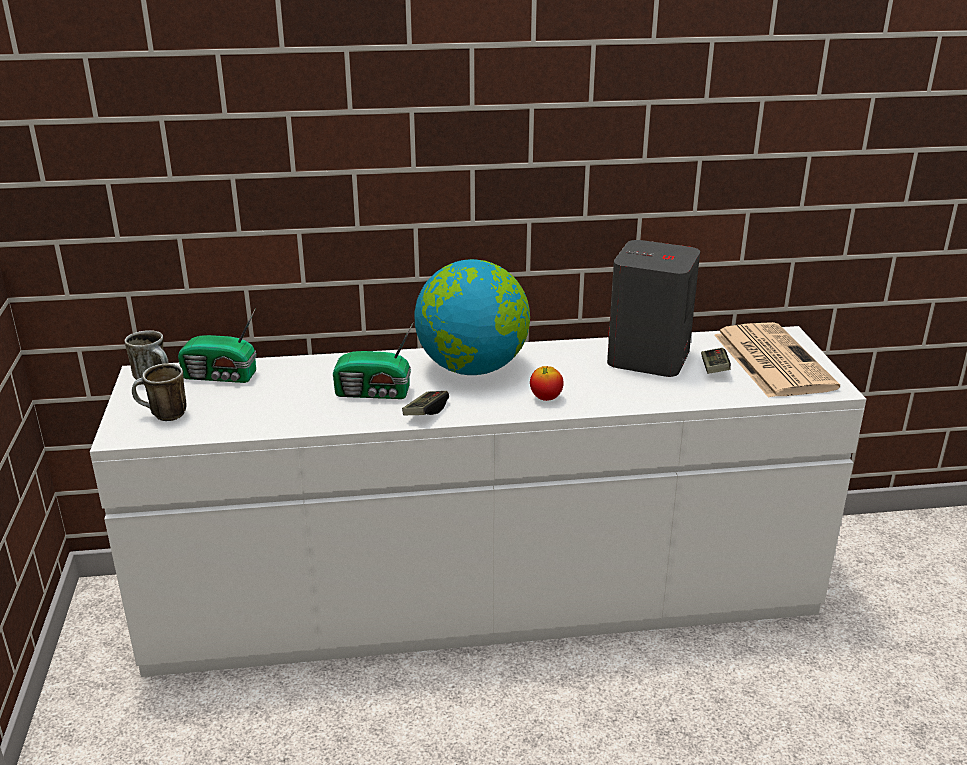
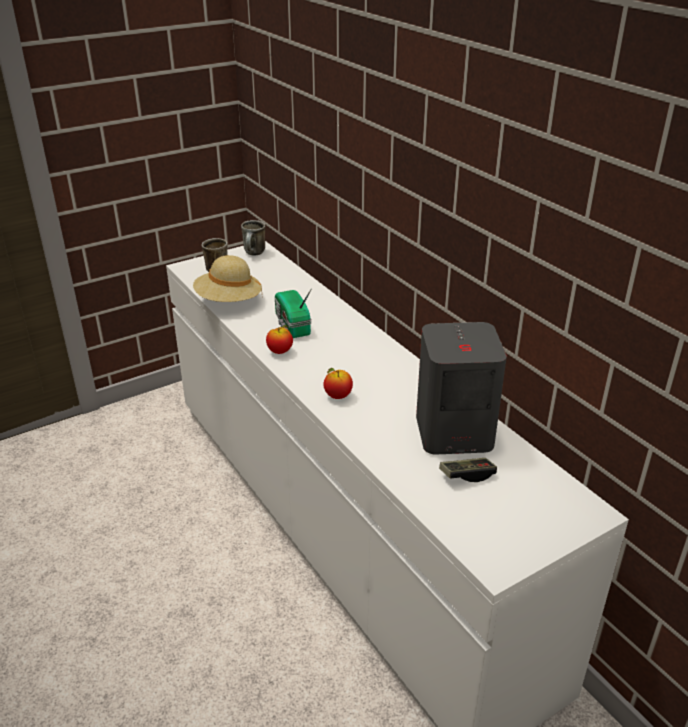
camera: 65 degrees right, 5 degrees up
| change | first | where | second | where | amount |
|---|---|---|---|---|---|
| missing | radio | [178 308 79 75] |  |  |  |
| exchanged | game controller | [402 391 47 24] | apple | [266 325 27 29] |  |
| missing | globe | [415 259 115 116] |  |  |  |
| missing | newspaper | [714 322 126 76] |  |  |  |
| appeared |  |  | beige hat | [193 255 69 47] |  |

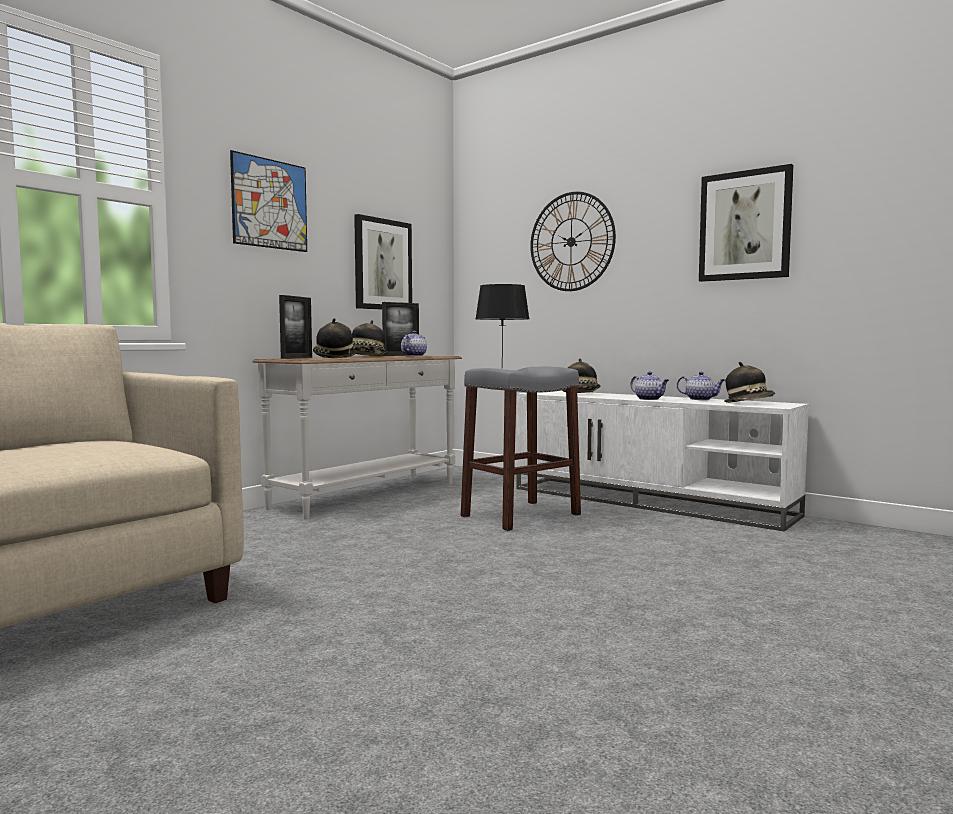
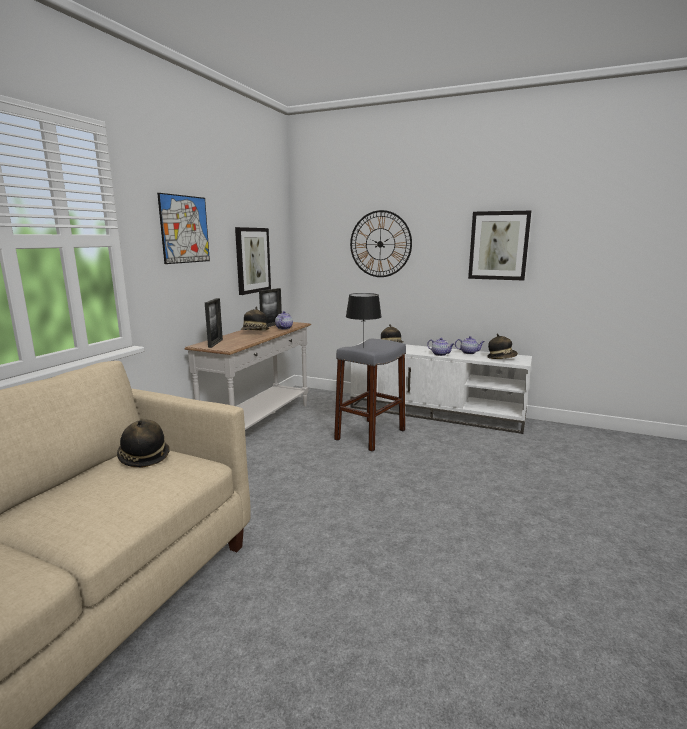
camera: 15 degrees left, 10 degrees up
| change | first | where | second | where | amount |
|---|---|---|---|---|---|
| relocated | hat | [313 318 44 40] |  | [117 419 53 48] |  |

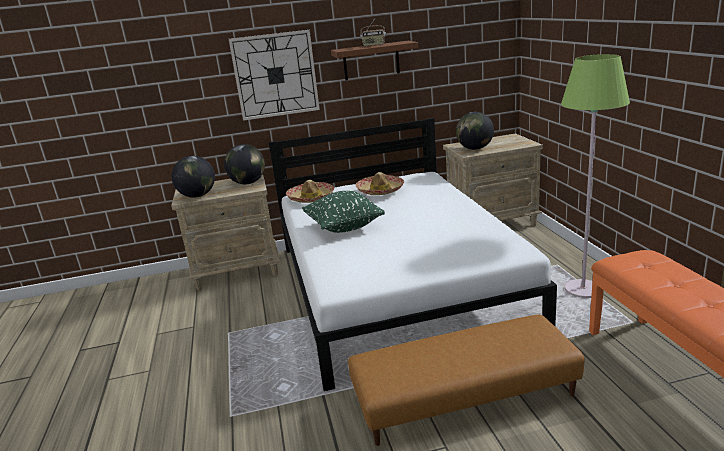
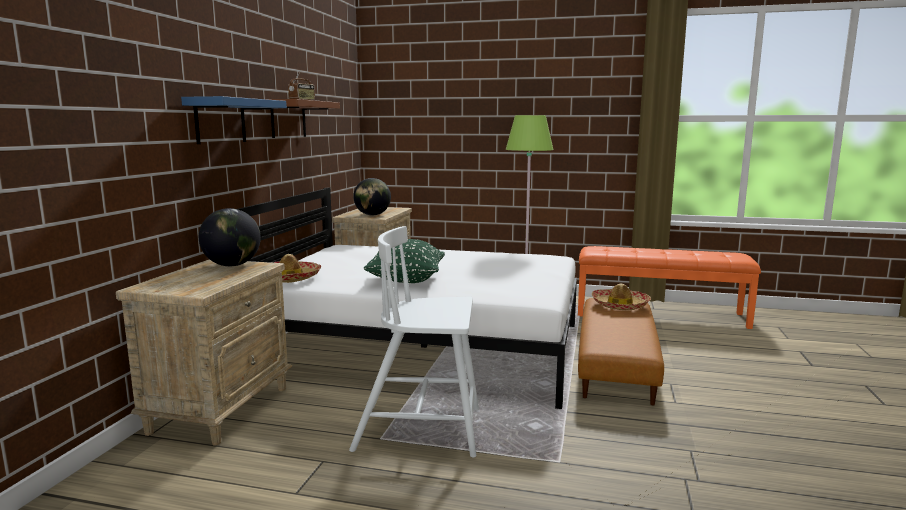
camera: 65 degrees left, 10 degrees down
| change | first | where | second | where | amount |
|---|---|---|---|---|---|
| missing | globe | [171 156 44 42] |  |  |  |
| exchanged | wall clock | [229 30 91 91] | blue shelf | [181 96 106 48] |  |
| relocated | hat | [356 172 48 23] |  | [592 284 59 26] |  |
| appeared |  |  | white chair | [349 226 130 232] |  |

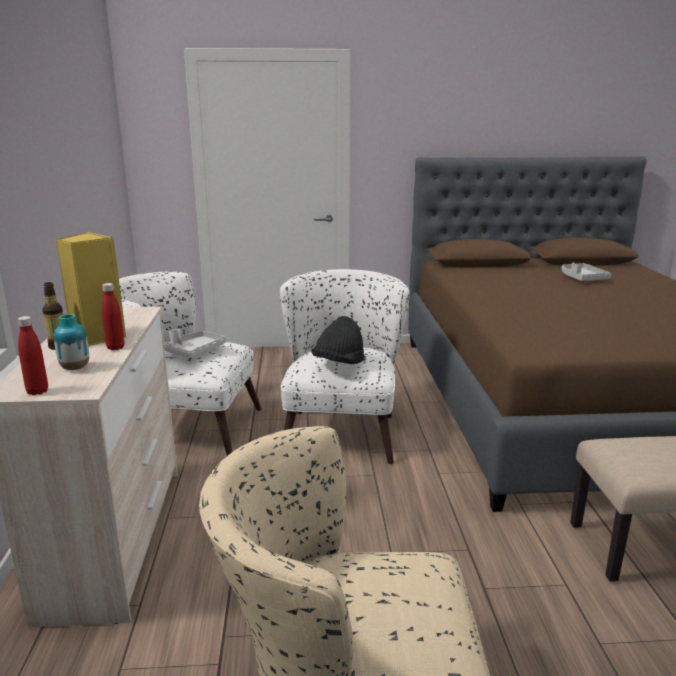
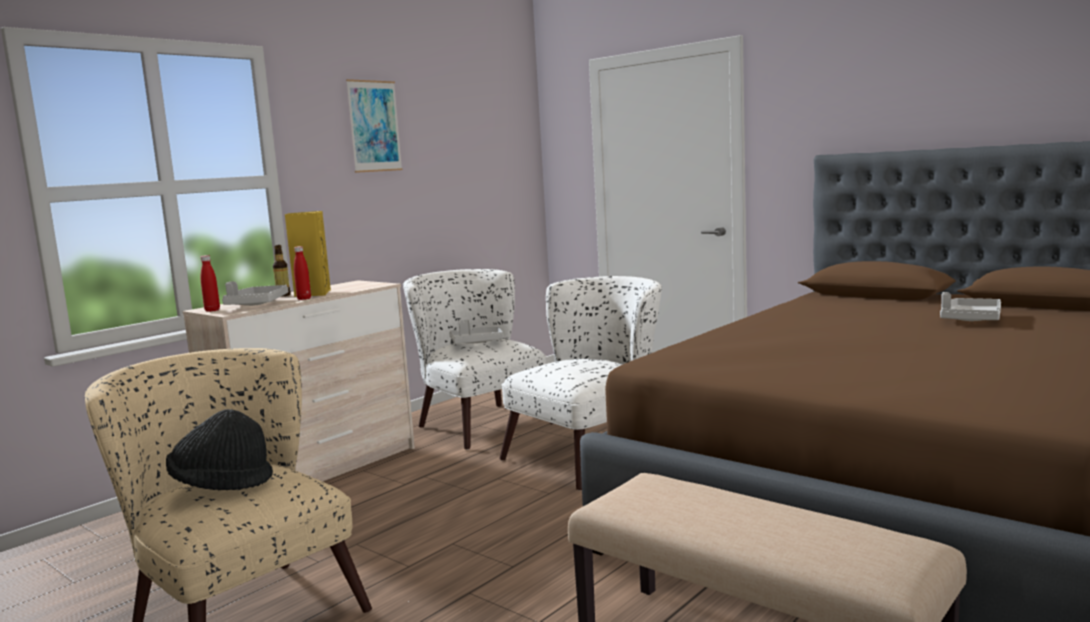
camera: 45 degrees right, 10 degrees down
| change | first | where | second | where | amount |
|---|---|---|---|---|---|
| exchanged | vase | [54 314 35 56] | grey tray | [222 281 66 25] |  |
| relocated | black hat | [311 316 54 48] |  | [166 409 107 81] |  |
| appeared |  |  | picture | [346 79 57 94] |  |

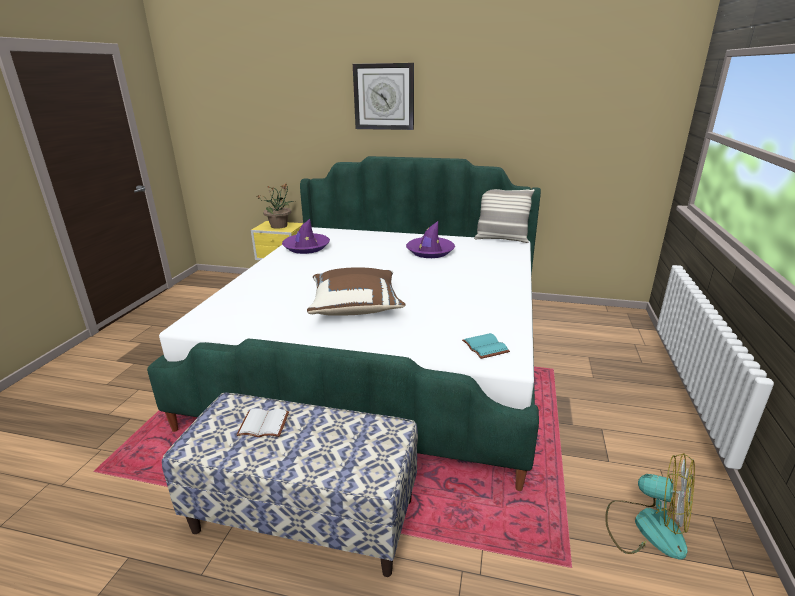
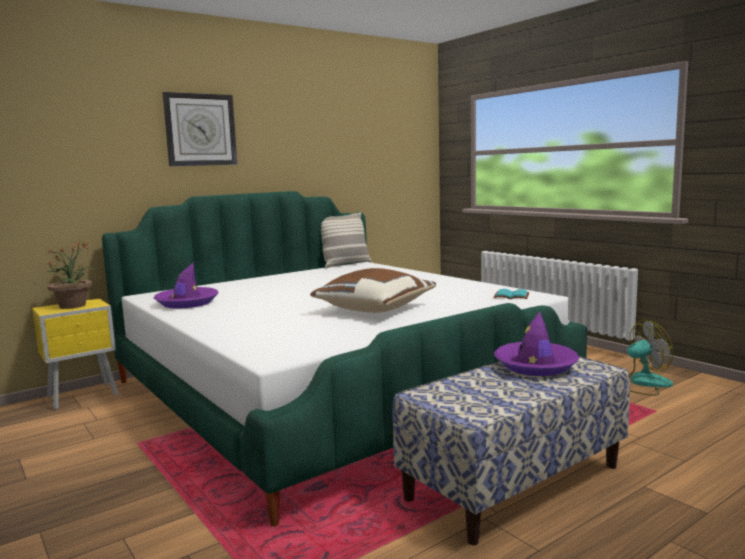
camera: 50 degrees left, 15 degrees down
| change | first | where | second | where | amount |
|---|---|---|---|---|---|
| missing | white book | [237 408 52 29] |  |  |  |
| relocated | purple hat | [406 221 49 37] |  | [494 311 86 65] |  |

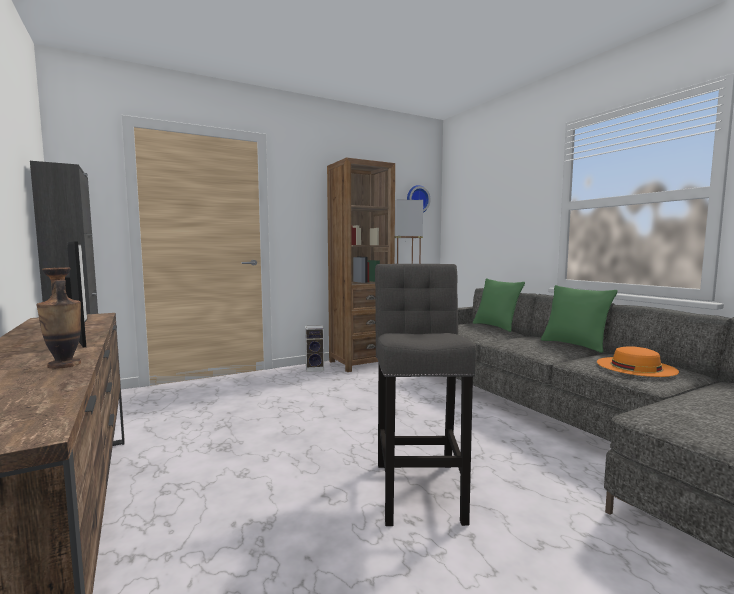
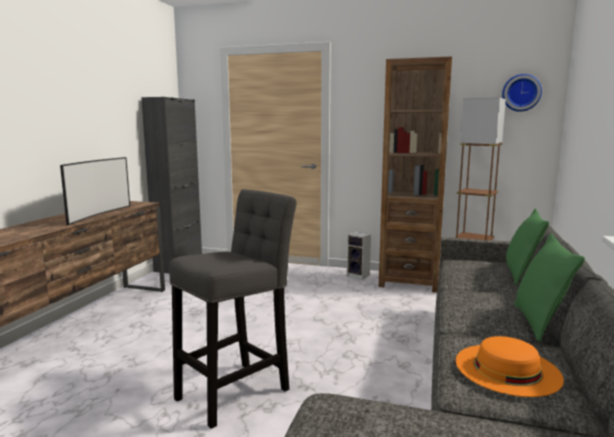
camera: 45 degrees right, 5 degrees up
| change | first | where | second | where | amount |
|---|---|---|---|---|---|
| missing | vase | [36 268 45 101] |  |  |  |

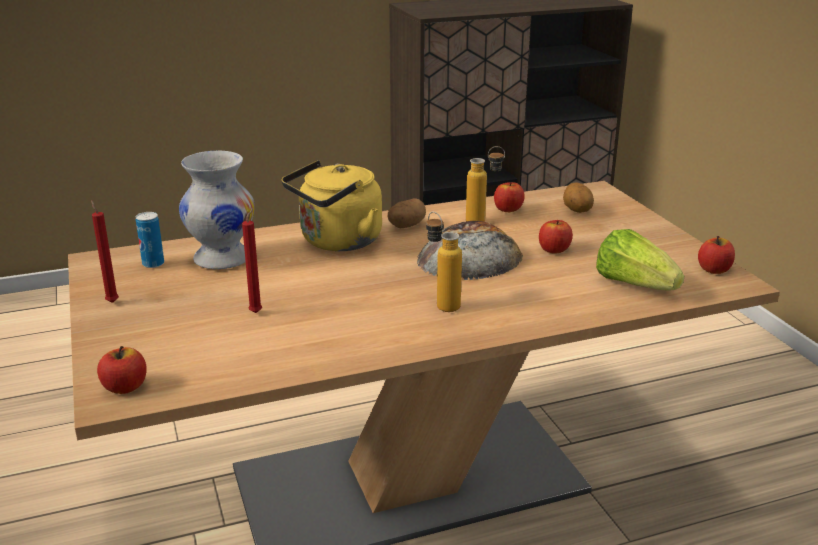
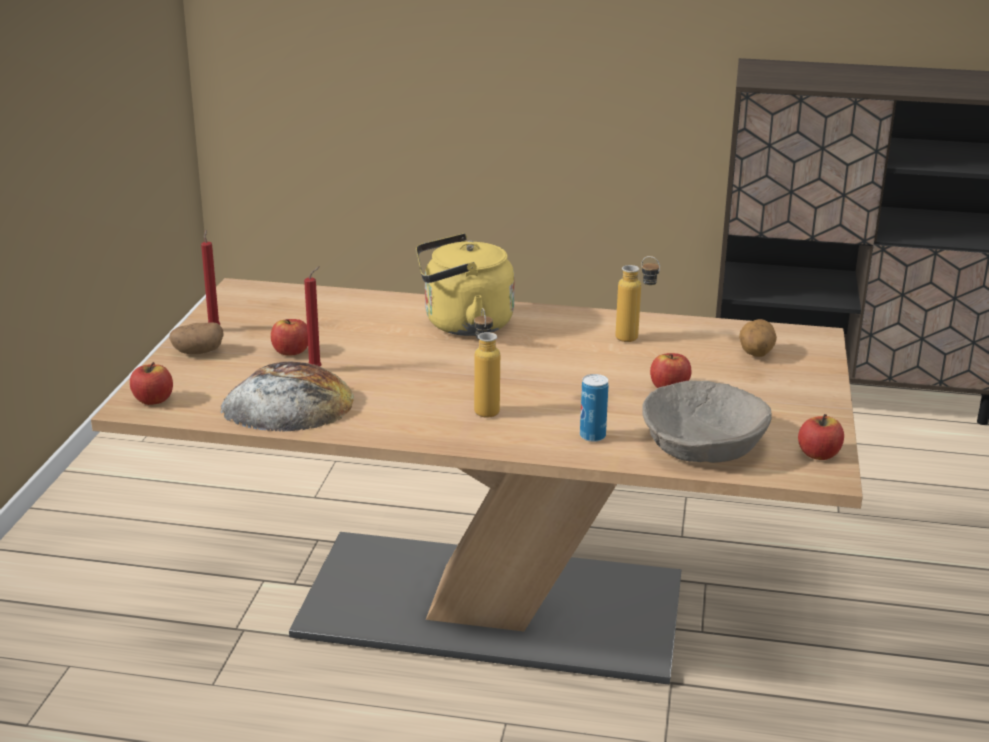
camera: 30 degrees right, 0 degrees up
| change | first | where | second | where | amount |
|---|---|---|---|---|---|
| relocated | can | [136 212 28 56] |  | [580 374 29 68] |  |
| missing | white vase | [179 151 76 118] |  |  |  |
| relocated | potato | [387 198 39 30] |  | [169 322 54 32] |  |
| relocated | bread | [417 221 106 59] |  | [220 362 134 70] |  |
| relocated | apple | [494 182 31 30] |  | [271 319 37 37] |  |
| exchanged | lettuce | [596 229 88 61] | beige bowl | [642 381 130 82] |  |

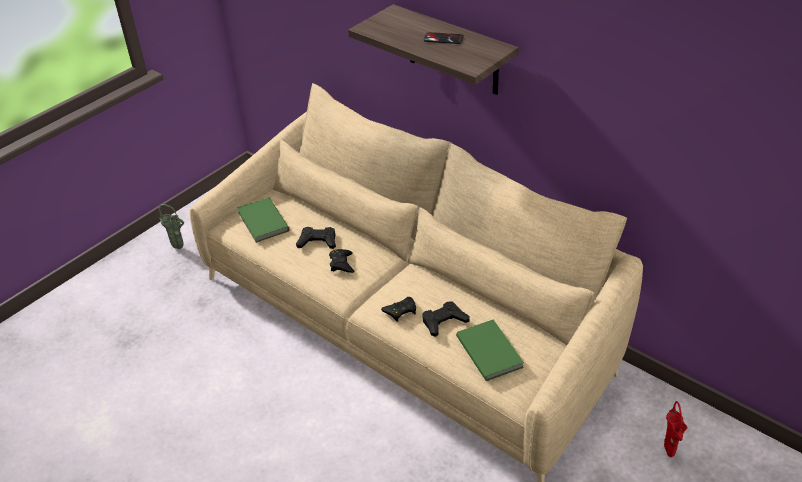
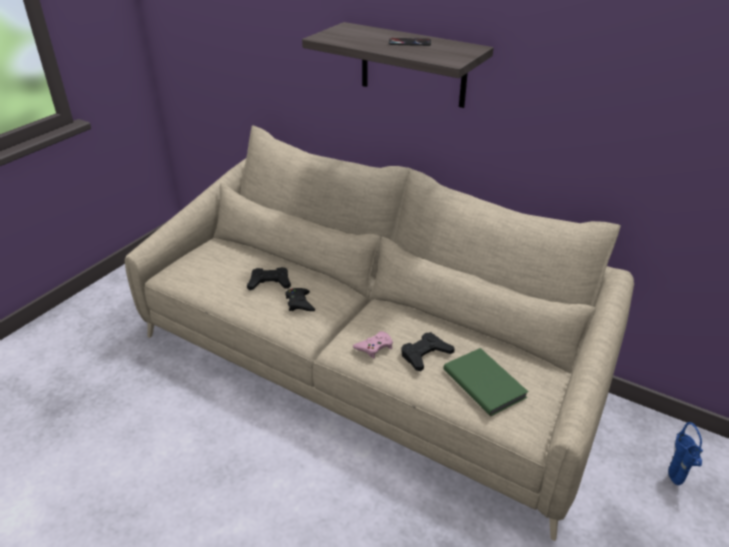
camera: 10 degrees left, 5 degrees down
| change | first | where | second | where | amount |
|---|---|---|---|---|---|
| missing | green vase | [159 204 25 45] |  |  |  |
| missing | green book | [237 197 53 46] |  |  |  |
| colour | black game controller | [381 297 35 25] | pink game controller | [353 331 40 28] |  |
| colour | red vase | [664 401 24 56] | blue vase | [668 422 35 63] |  |

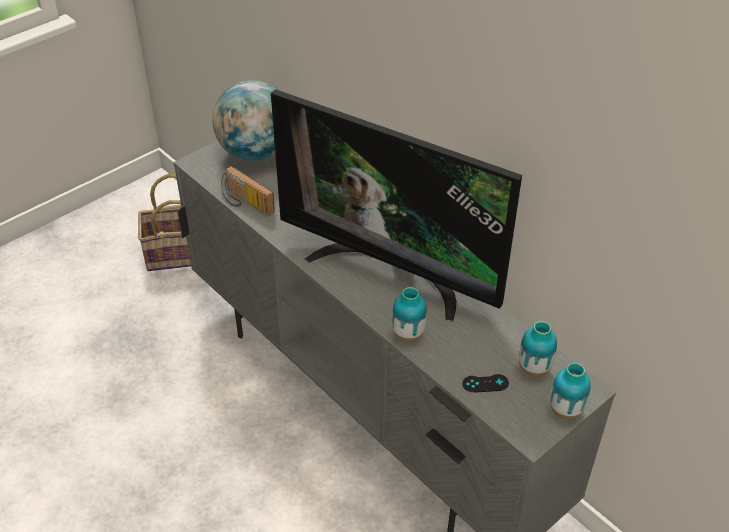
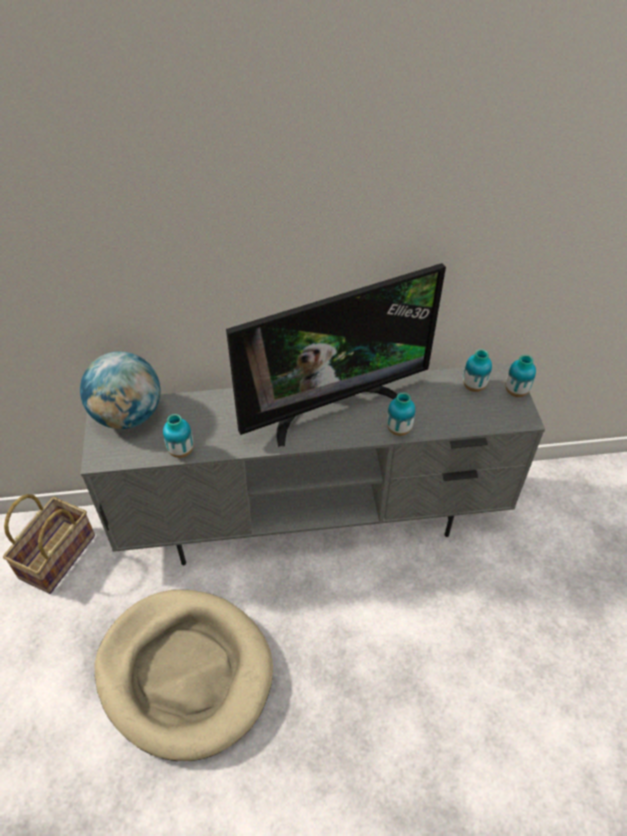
camera: 55 degrees left, 5 degrees up
| change | first | where | second | where | amount |
|---|---|---|---|---|---|
| exchanged | radio | [221 166 54 50] | vase | [163 414 30 44] |  |
| missing | black game controller | [462 374 47 19] |  |  |  |
| appeared |  |  | beige dog bed | [95 589 178 172] |  |

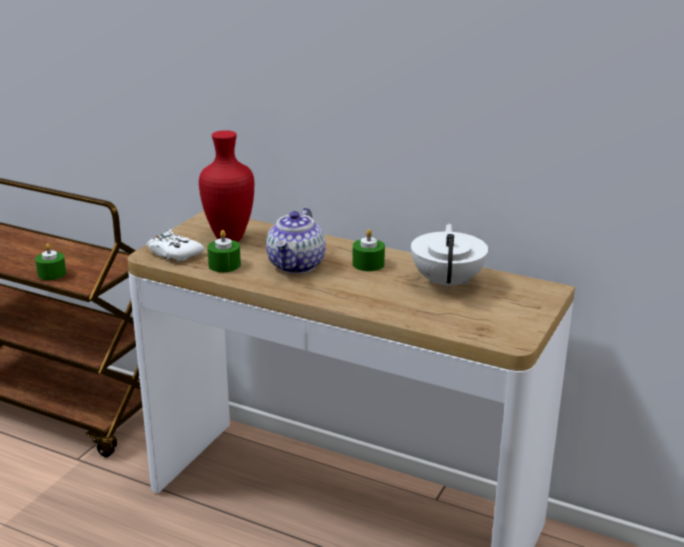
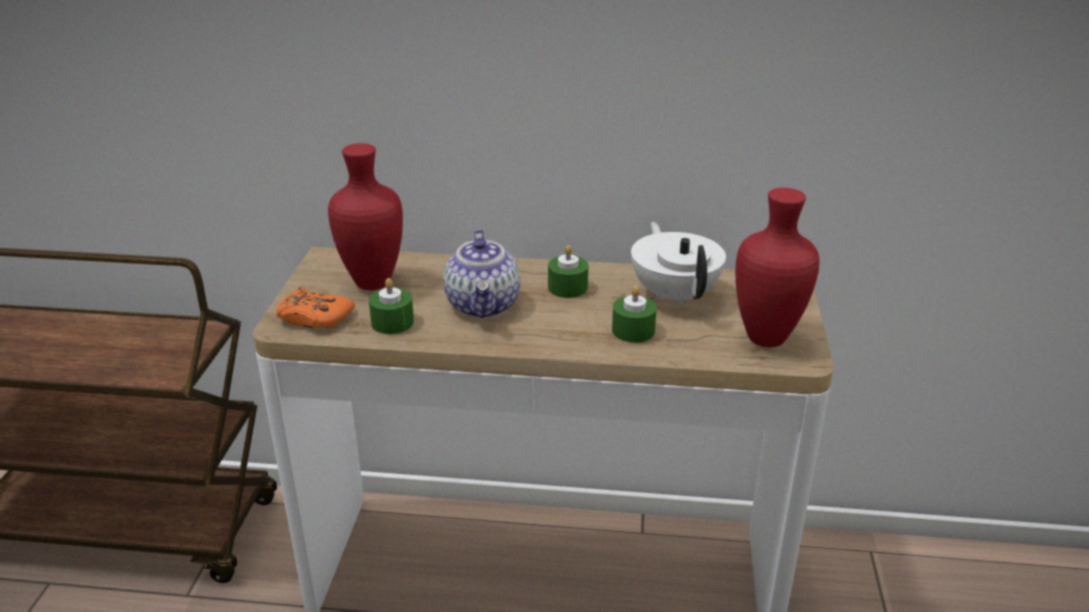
camera: 20 degrees left, 5 degrees up
| change | first | where | second | where | amount |
|---|---|---|---|---|---|
| relocated | green candle | [35 243 31 37] |  | [612 286 45 57] |  |
| colour | white game controller | [147 230 58 31] | orange game controller | [276 287 79 42] |  |
| appeared |  |  | red vase | [735 188 85 159] |  |

